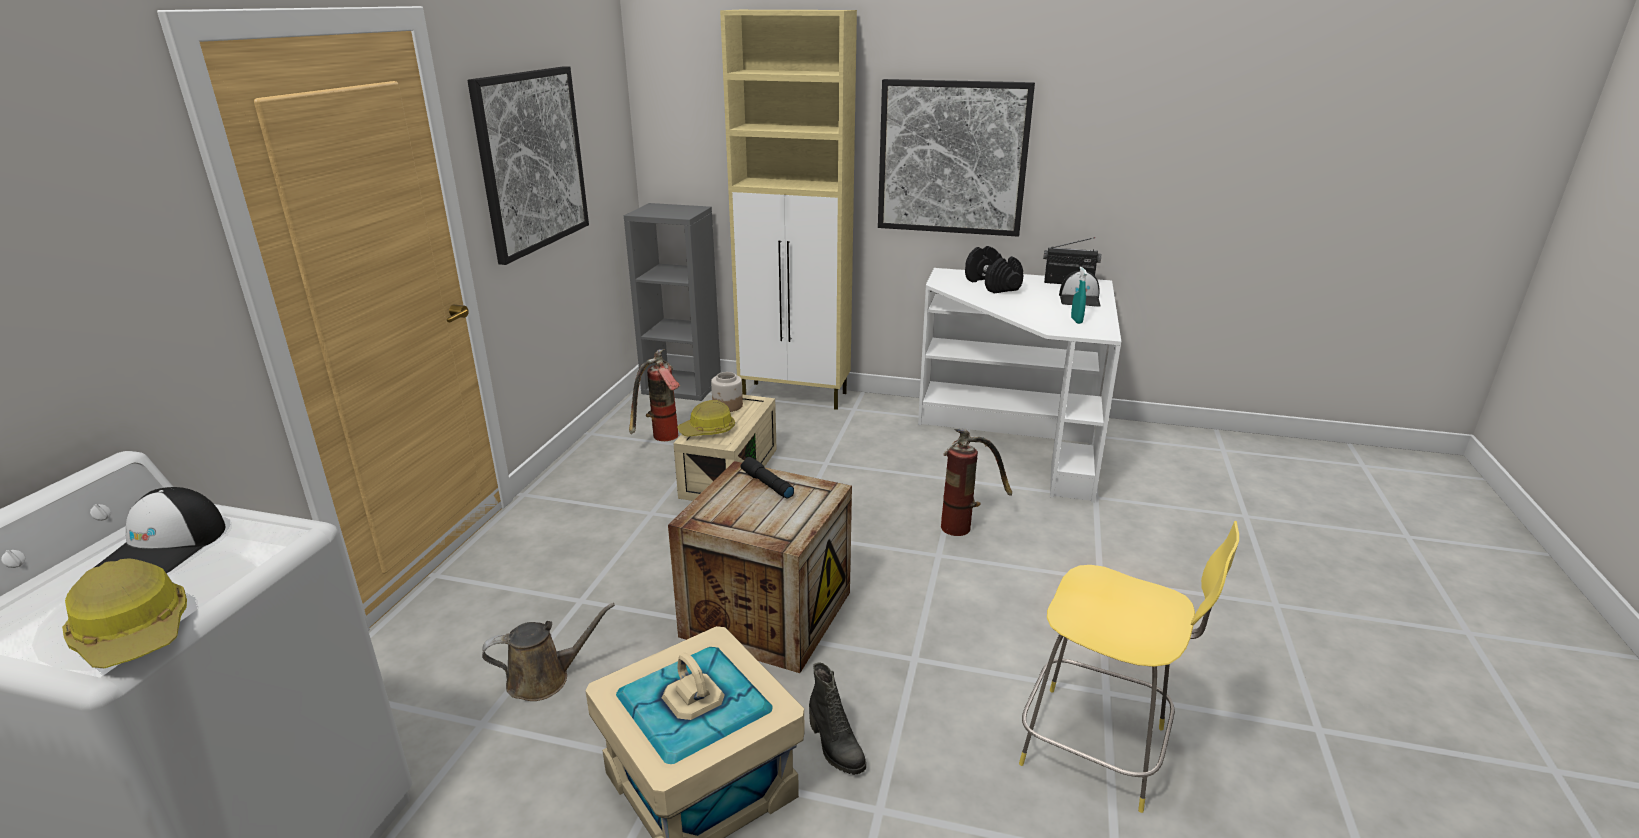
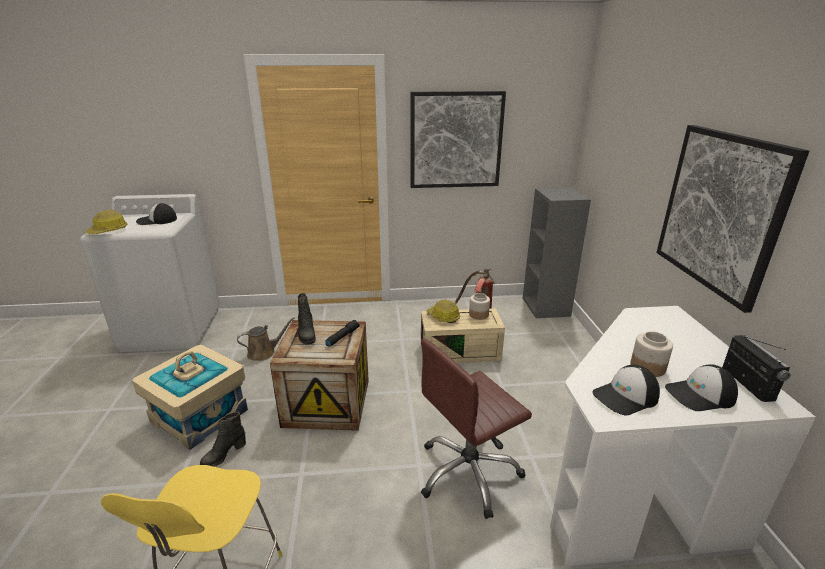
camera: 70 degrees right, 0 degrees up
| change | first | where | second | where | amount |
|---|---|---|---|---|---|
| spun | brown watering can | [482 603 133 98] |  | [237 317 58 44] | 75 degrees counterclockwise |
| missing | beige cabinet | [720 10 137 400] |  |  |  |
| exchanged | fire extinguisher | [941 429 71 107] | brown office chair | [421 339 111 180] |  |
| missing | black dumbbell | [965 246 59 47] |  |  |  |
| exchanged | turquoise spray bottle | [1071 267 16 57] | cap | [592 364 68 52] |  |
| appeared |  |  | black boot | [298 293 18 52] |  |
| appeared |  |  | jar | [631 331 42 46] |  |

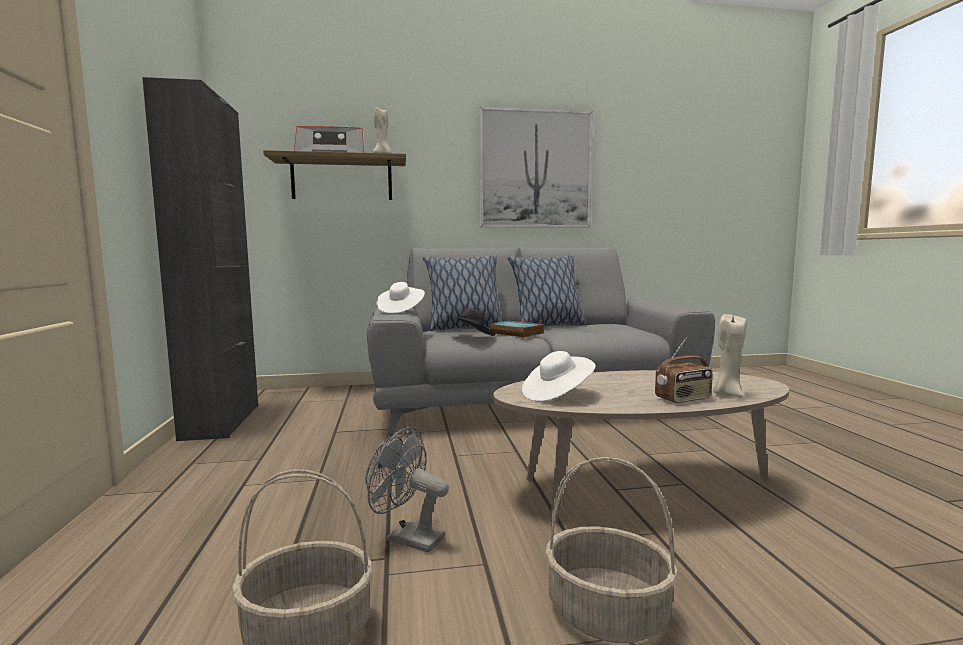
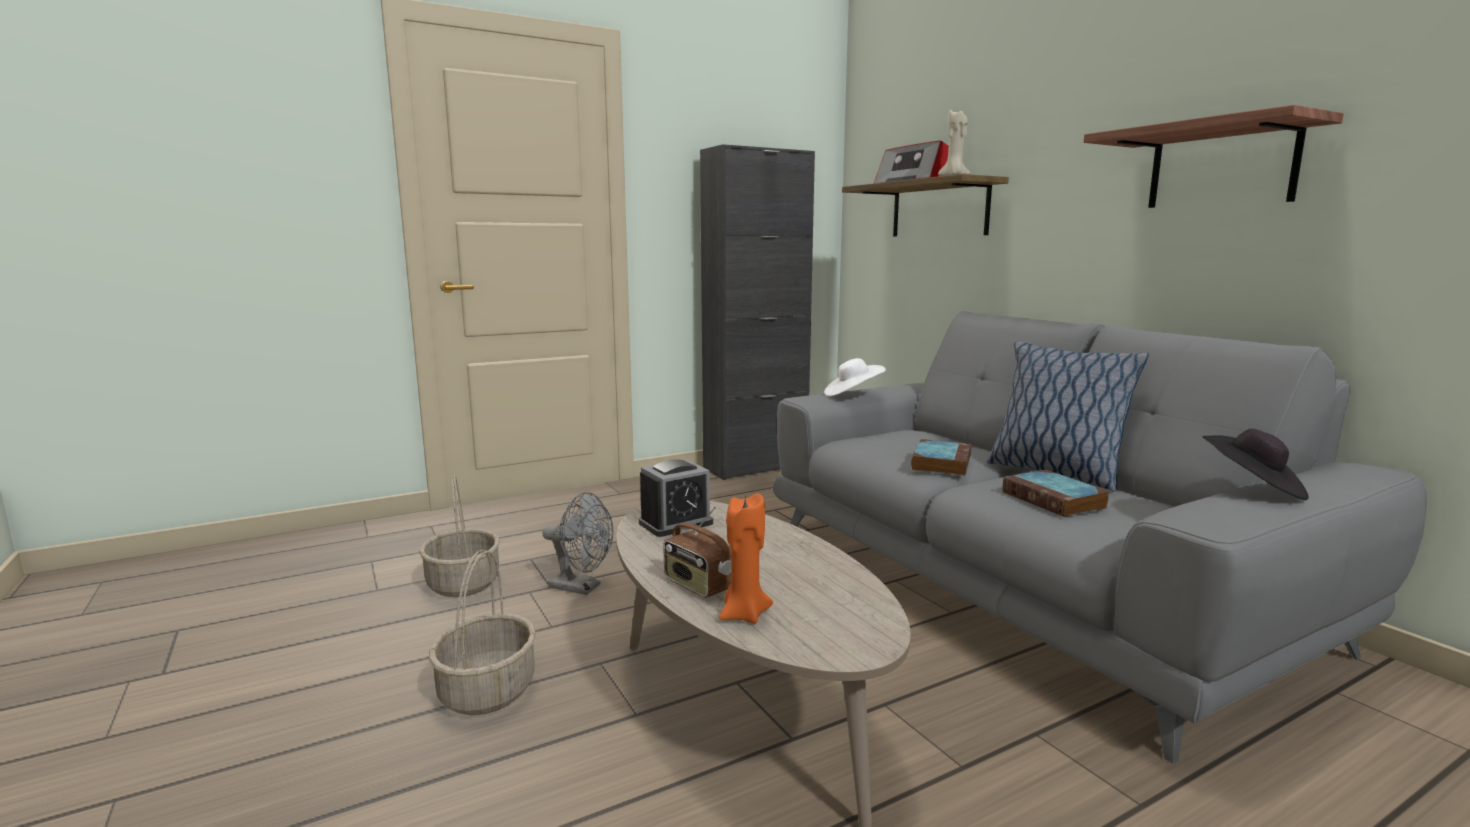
camera: 70 degrees right, 5 degrees up
| change | first | where | second | where | amount |
|---|---|---|---|---|---|
| spun | grey fan | [365 427 84 126] |  | [542 492 71 103] | 105 degrees clockwise |
| missing | pillow | [423 255 80 76] |  |  |  |
| relocated | black hat | [447 308 49 28] |  | [1202 429 107 71] |  |
| exchanged | picture | [479 107 114 121] | shelf | [1084 105 260 103] |  |
| exchanged | white hat | [522 351 74 50] | alarm clock | [639 459 74 78] |  |
| colour | beige candle | [713 314 33 83] | orange candle | [719 494 54 130] |  |
| appeared |  |  | book | [1003 470 107 47] |  |

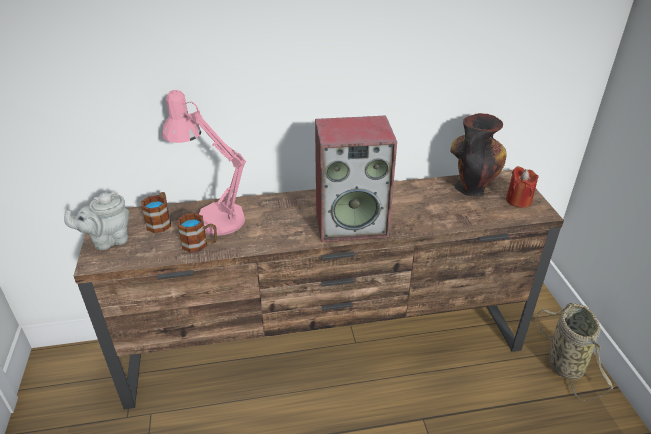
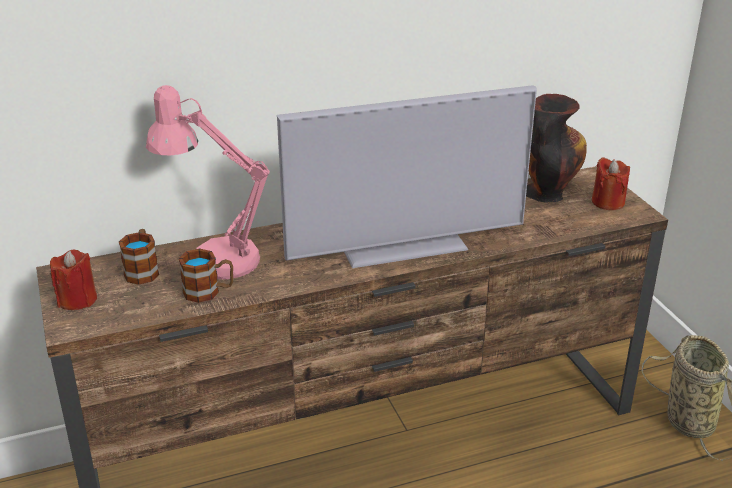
camera: 10 degrees left, 5 degrees down
| change | first | where | second | where | amount |
|---|---|---|---|---|---|
| exchanged | grey teapot | [64 192 65 58] | red candle | [50 250 47 60] |  |
| exchanged | speaker | [315 115 82 127] | television | [277 85 260 183] |  |

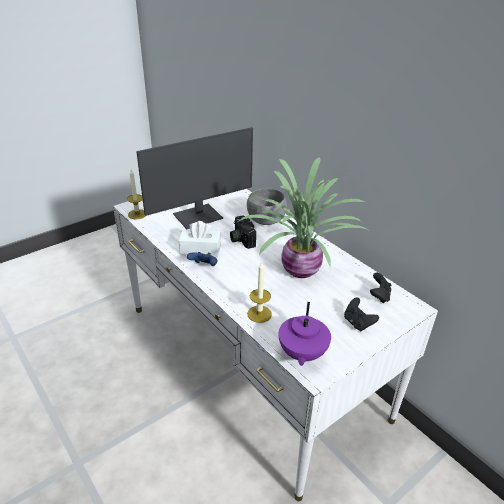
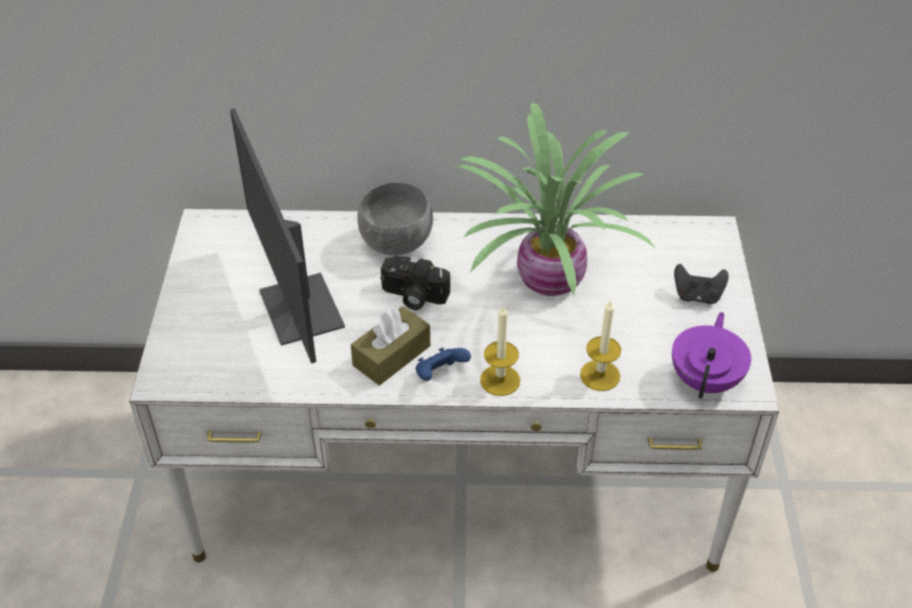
camera: 50 degrees left, 10 degrees up
| change | first | where | second | where | amount |
|---|---|---|---|---|---|
| relocated | candle | [127 169 19 50] |  | [480 304 40 92] |  |
| spun | monitor | [136 127 117 102] |  | [230 108 115 256] | 150 degrees clockwise |
| colour | white tissue box | [179 221 42 35] | brown tissue box | [351 306 79 79] |  |
| spun | purple teapot | [279 302 52 64] |  | [672 312 79 87] | 120 degrees counterclockwise |
| missing | black game controller | [370 273 22 30] |  |  |  |

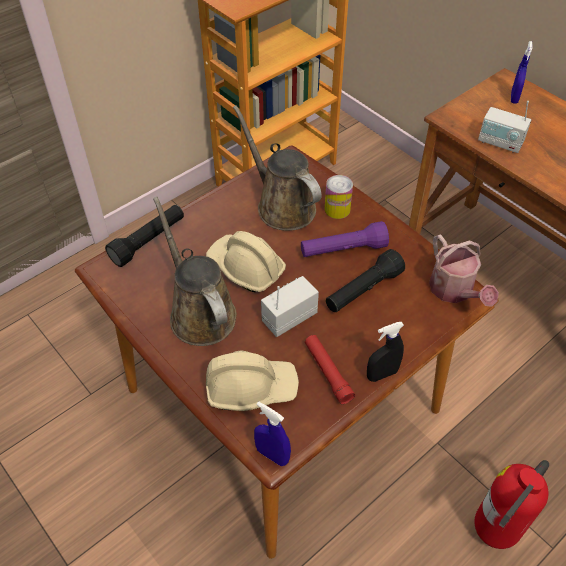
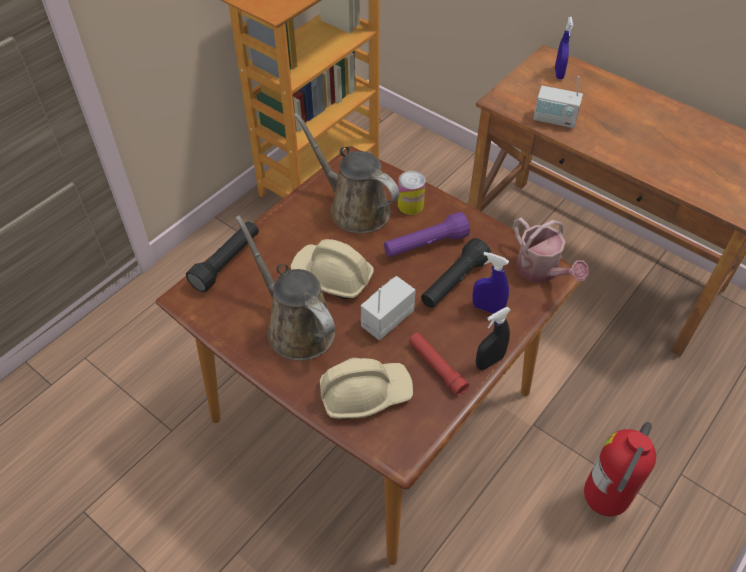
camera: 10 degrees left, 0 degrees up
| change | first | where | second | where | amount |
|---|---|---|---|---|---|
| relocated | blue spray bottle | [254 402 37 64] |  | [472 252 37 62] |  |

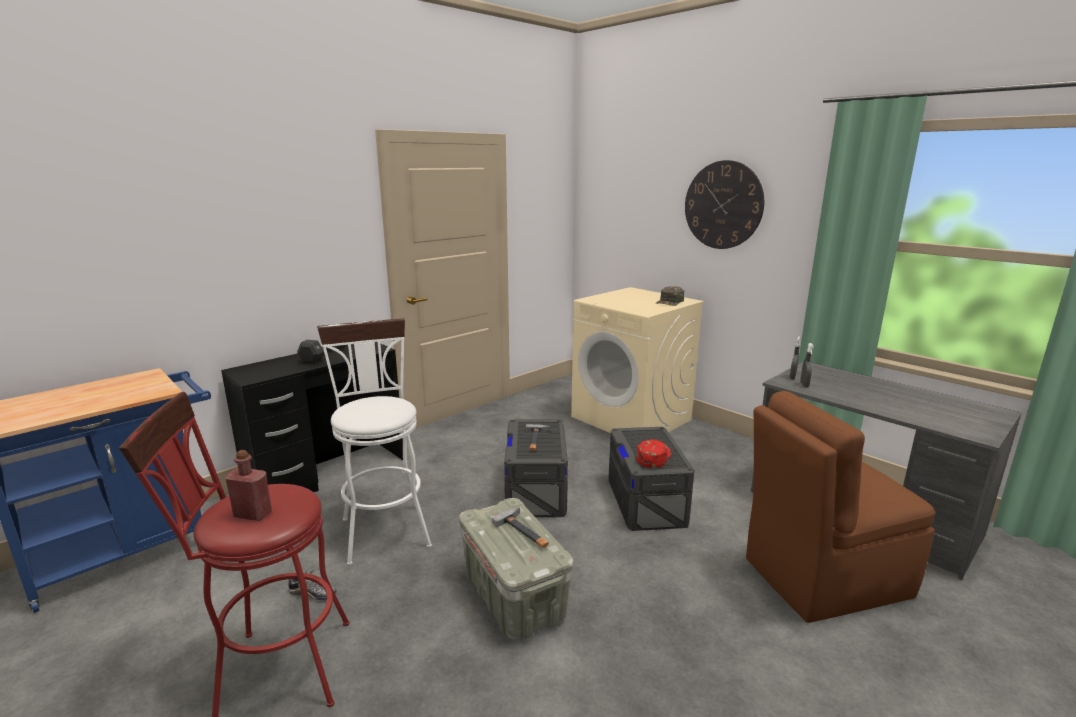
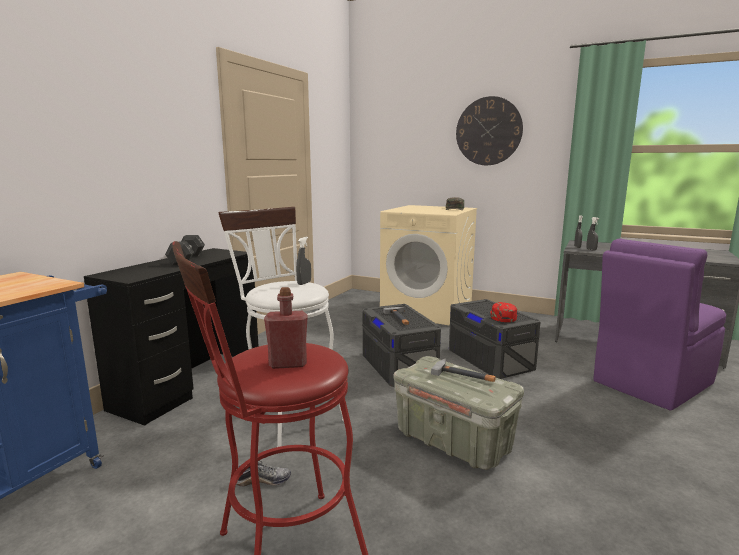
camera: 20 degrees left, 5 degrees down
| change | first | where | second | where | amount |
|---|---|---|---|---|---|
| colour | brown chair | [746 391 189 232] | purple chair | [593 238 133 172] |  |
| appeared |  |  | grey spray bottle | [296 237 15 48] |  |

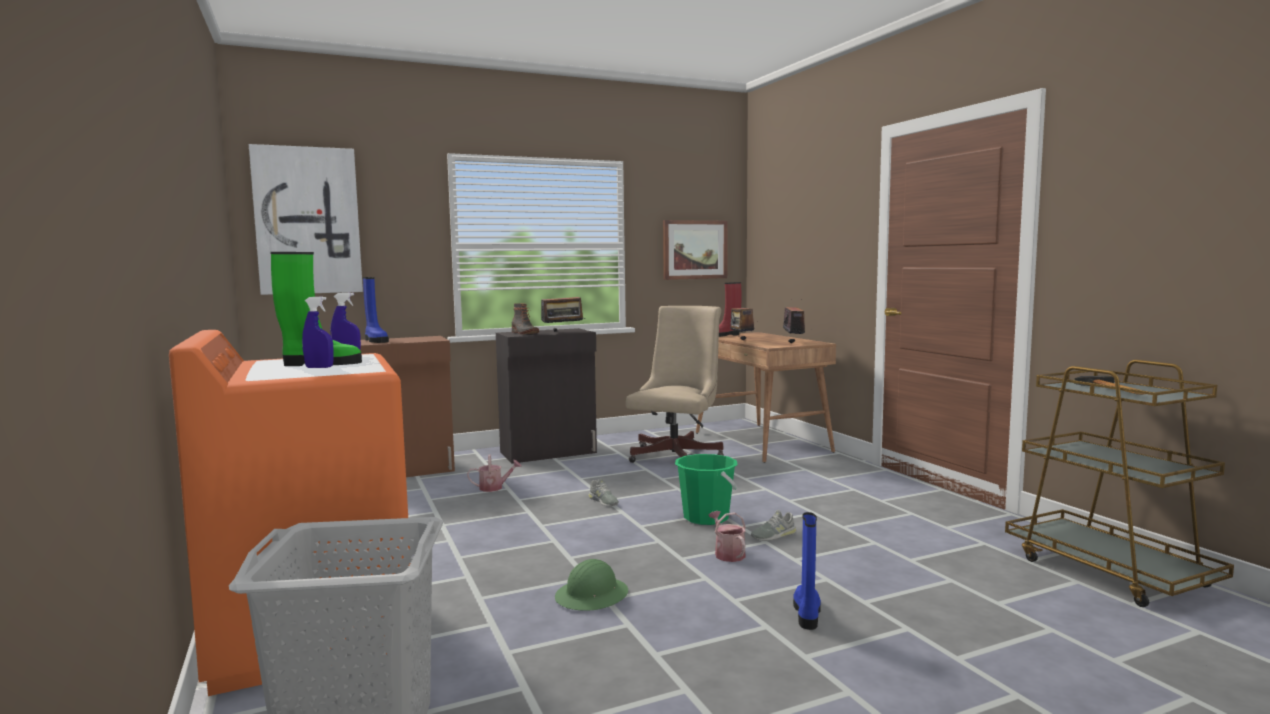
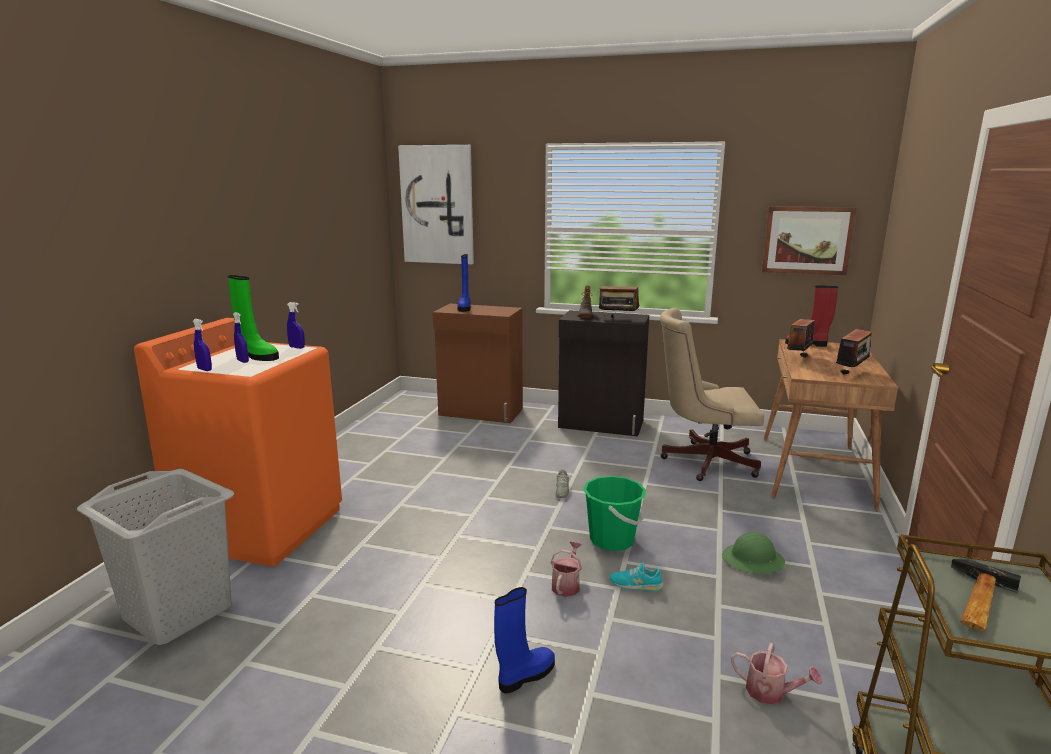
camera: 40 degrees right, 10 degrees up
| change | first | where | second | where | amount |
|---|---|---|---|---|---|
| relocated | watering can | [467 455 55 37] |  | [731 643 91 62] |  |
| relocated | green hard hat | [555 559 73 52] |  | [722 532 63 42] |  |
| spun | beige office chair | [626 306 98 157] |  | [660 308 104 173] | 150 degrees counterclockwise |
| colour | grey shoe | [751 510 45 31] | turquoise shoe | [610 562 54 29] |  |
| appeared |  |  | blue spray bottle | [193 319 19 52] |  |

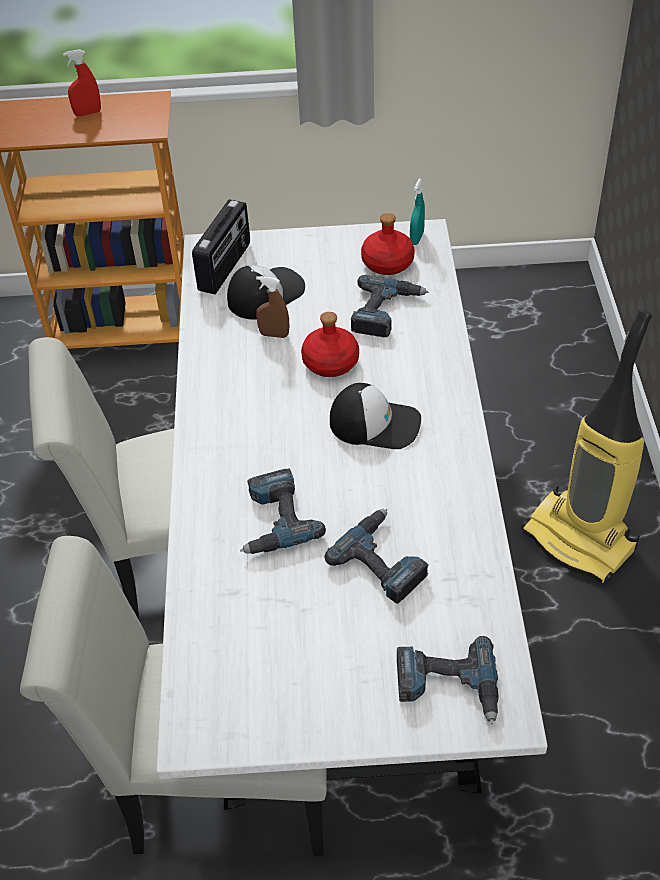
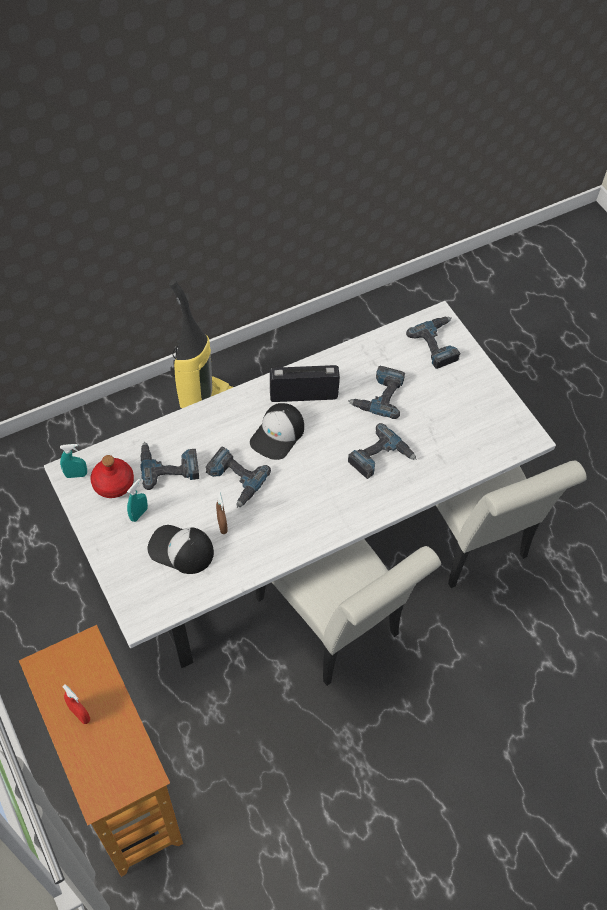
camera: 120 degrees left, 10 degrees up
| change | first | where | second | where | amount |
|---|---|---|---|---|---|
| relocated | radio | [192 199 58 95] |  | [270 365 70 37] |  |
| exchanged | red bottle | [301 312 58 65] | power drill | [205 447 66 61] |  |
| spun | cap | [330 383 91 66] |  | [250 403 54 57] | 135 degrees counterclockwise |
| appeared |  |  | turquoise spray bottle | [127 479 21 43] |  |

